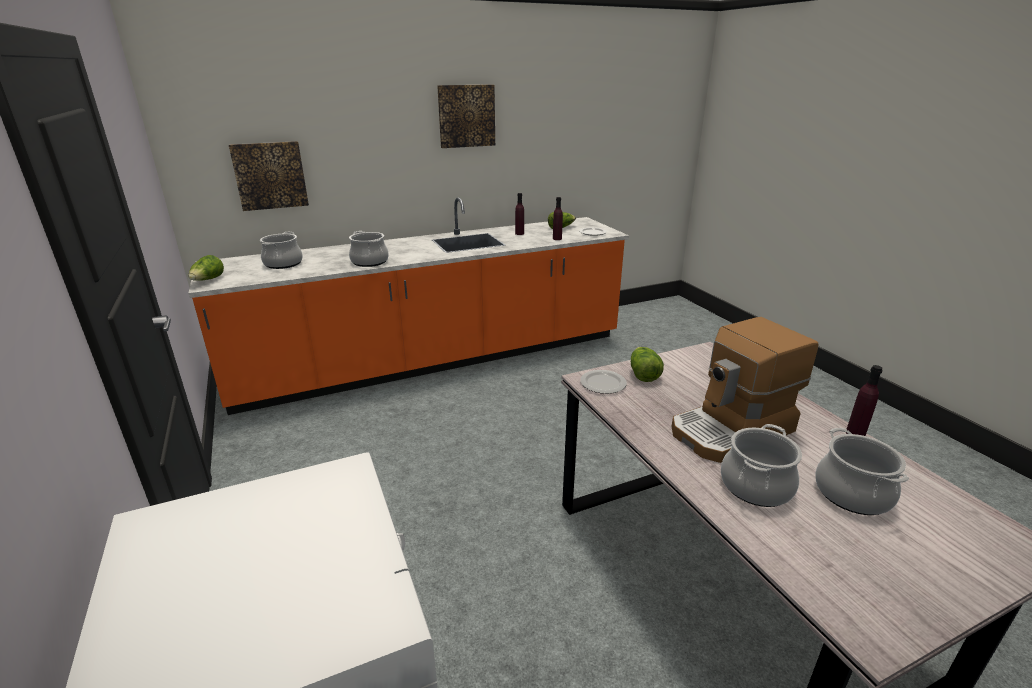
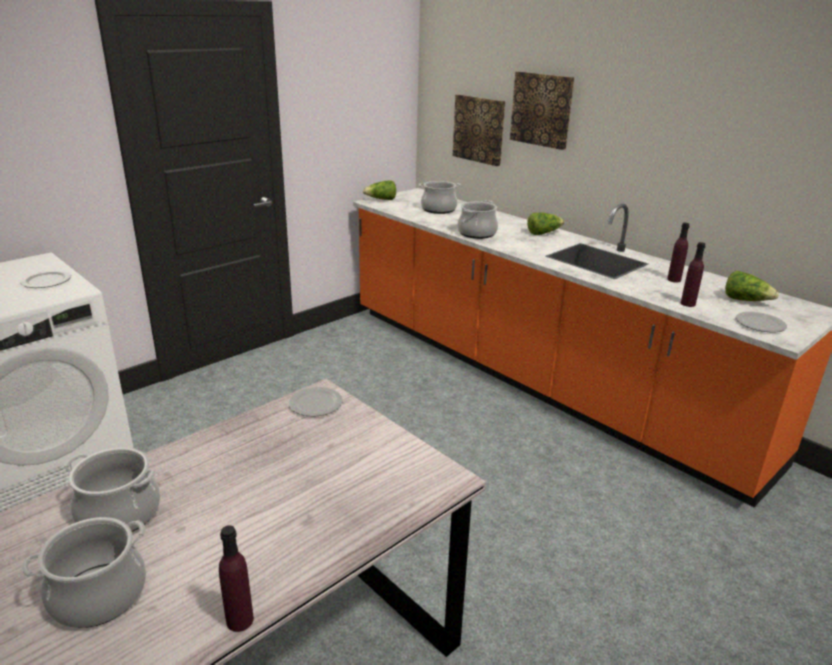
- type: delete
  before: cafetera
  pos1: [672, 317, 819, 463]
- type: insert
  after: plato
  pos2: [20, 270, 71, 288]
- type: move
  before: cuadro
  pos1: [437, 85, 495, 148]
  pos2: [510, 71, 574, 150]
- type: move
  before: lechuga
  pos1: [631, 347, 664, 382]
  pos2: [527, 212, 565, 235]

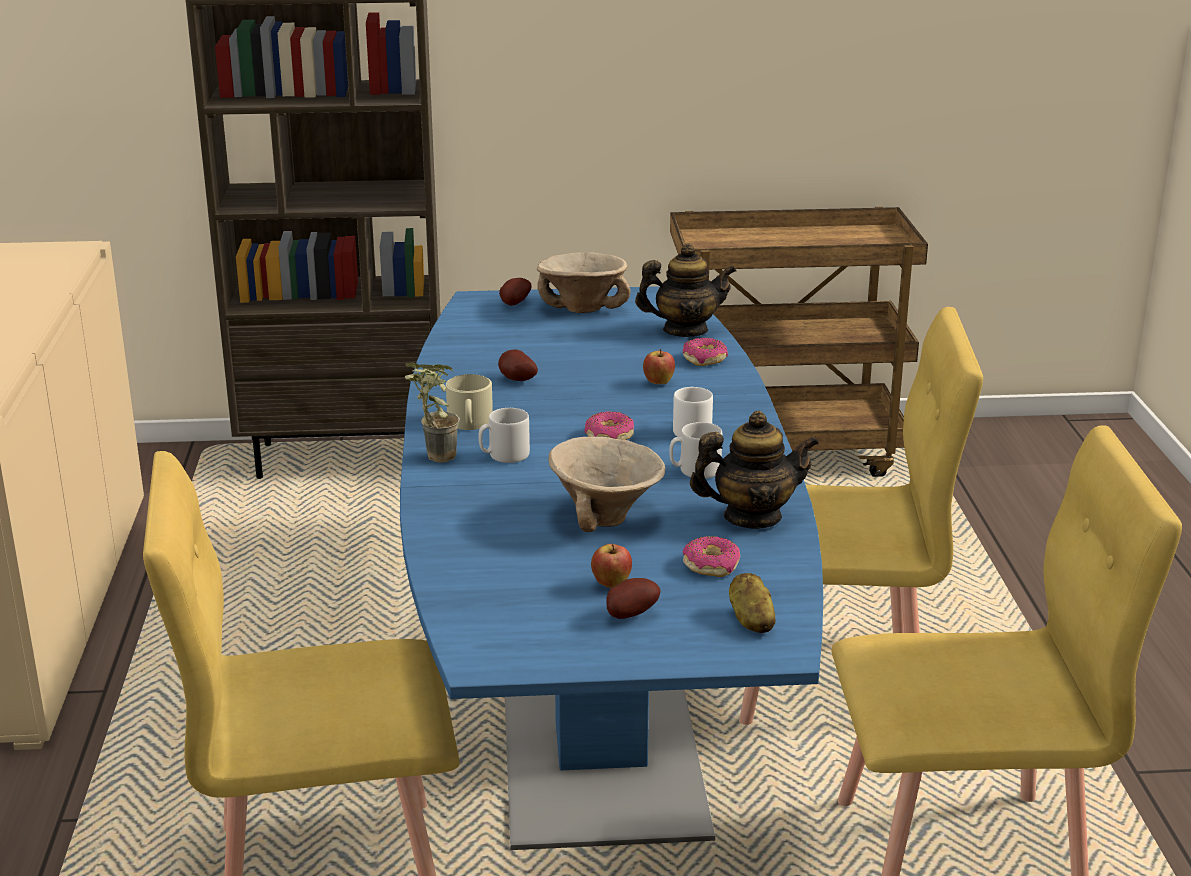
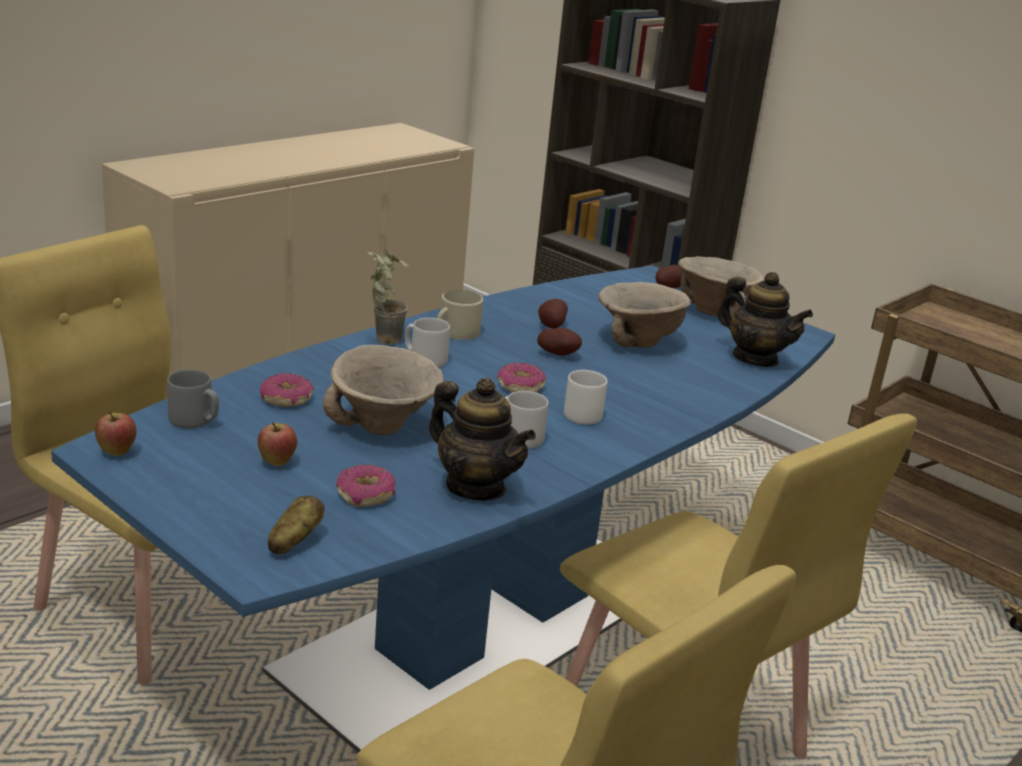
- type: insert
  after: taza grande (gris)
  pos2: [167, 369, 219, 428]
- type: insert
  after: cuenco (beis)
  pos2: [598, 282, 691, 348]
- type: move
  before: patata
  pos1: [606, 578, 660, 619]
  pos2: [537, 328, 582, 356]
- type: move
  before: manzana
  pos1: [643, 349, 675, 384]
  pos2: [95, 411, 136, 456]
- type: move
  before: rosquilla
  pos1: [683, 338, 728, 366]
  pos2: [260, 373, 314, 407]

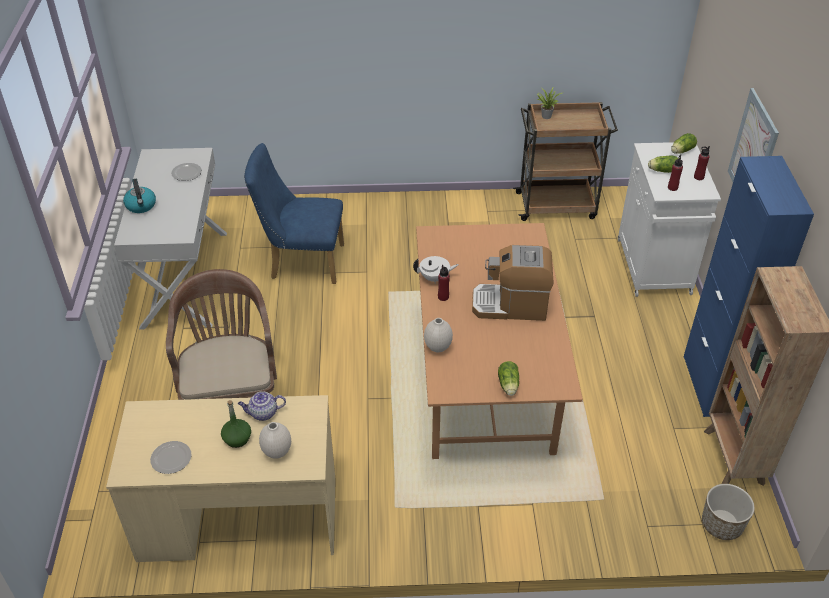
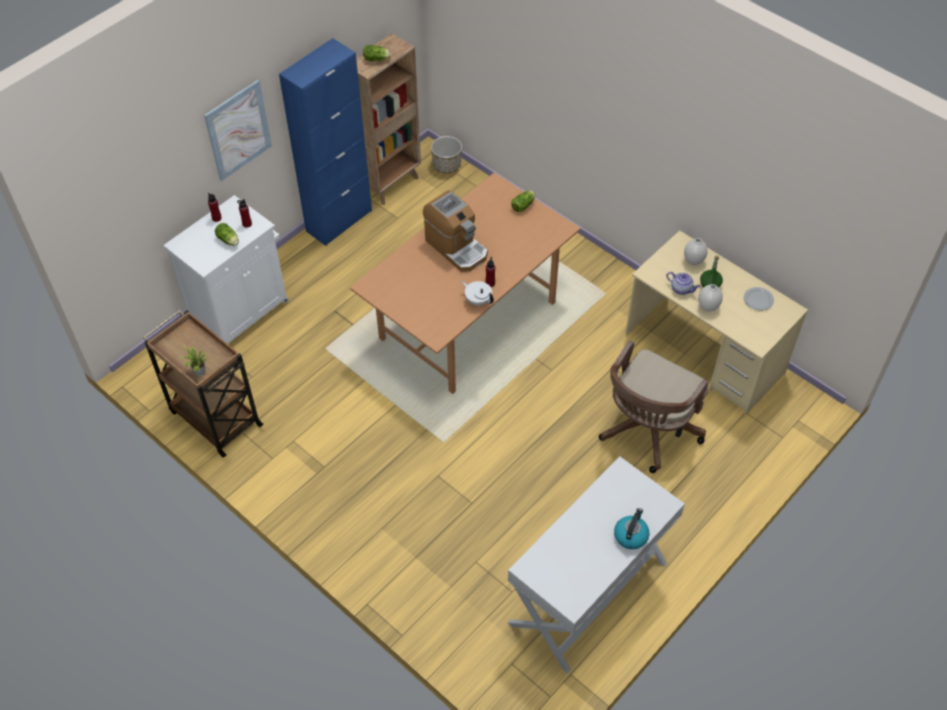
- type: delete
  before: plato
  pos1: [171, 163, 202, 181]
- type: delete
  before: silla (azul)
  pos1: [244, 143, 344, 284]
- type: move
  before: florero (blanco)
  pos1: [424, 318, 453, 352]
  pos2: [698, 284, 723, 311]
- type: move
  before: lechuga
  pos1: [671, 133, 697, 154]
  pos2: [363, 45, 391, 61]

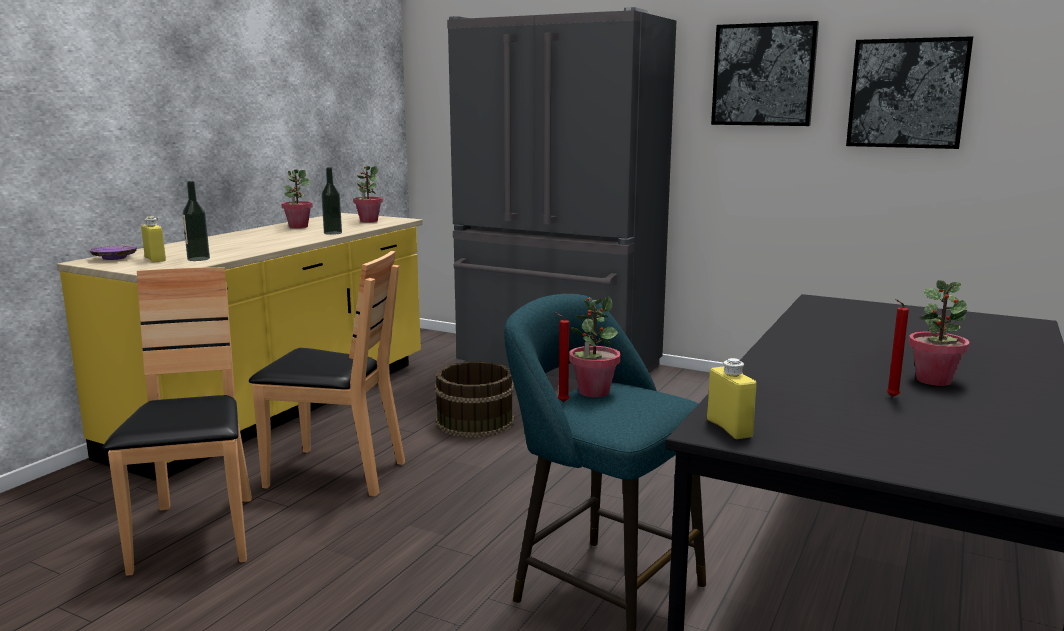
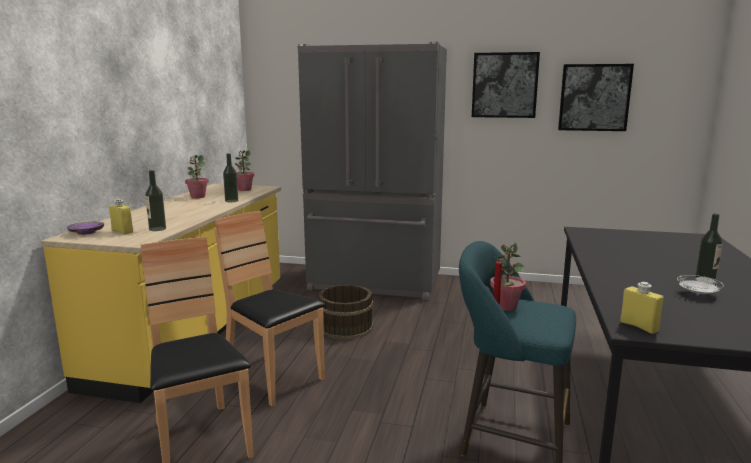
- type: replace
  before: vela (rojo)
  after: plato (blanco)
  pos1: [887, 299, 909, 397]
  pos2: [677, 275, 724, 294]
- type: replace
  before: planta en maceta
  after: botella
  pos1: [909, 280, 970, 386]
  pos2: [695, 214, 723, 283]
- type: rotate
  before: silla (marrón)
  pos1: [249, 251, 405, 497]
  pos2: [214, 211, 325, 406]
  turn: -135

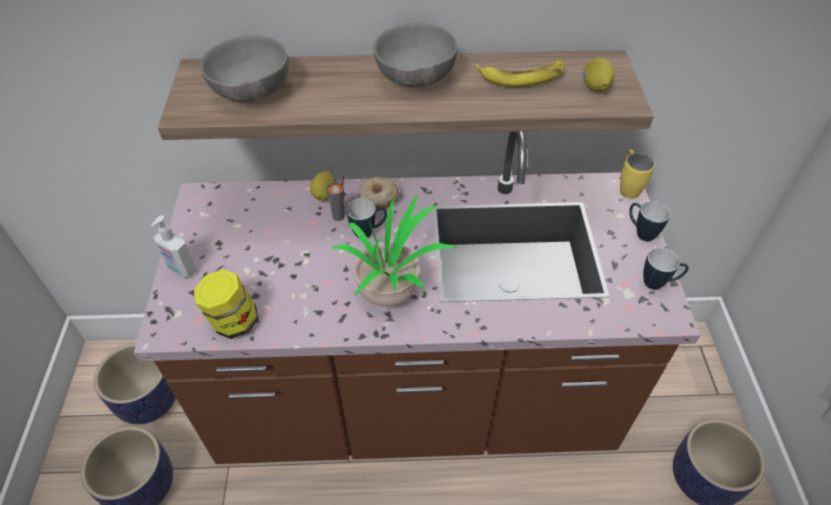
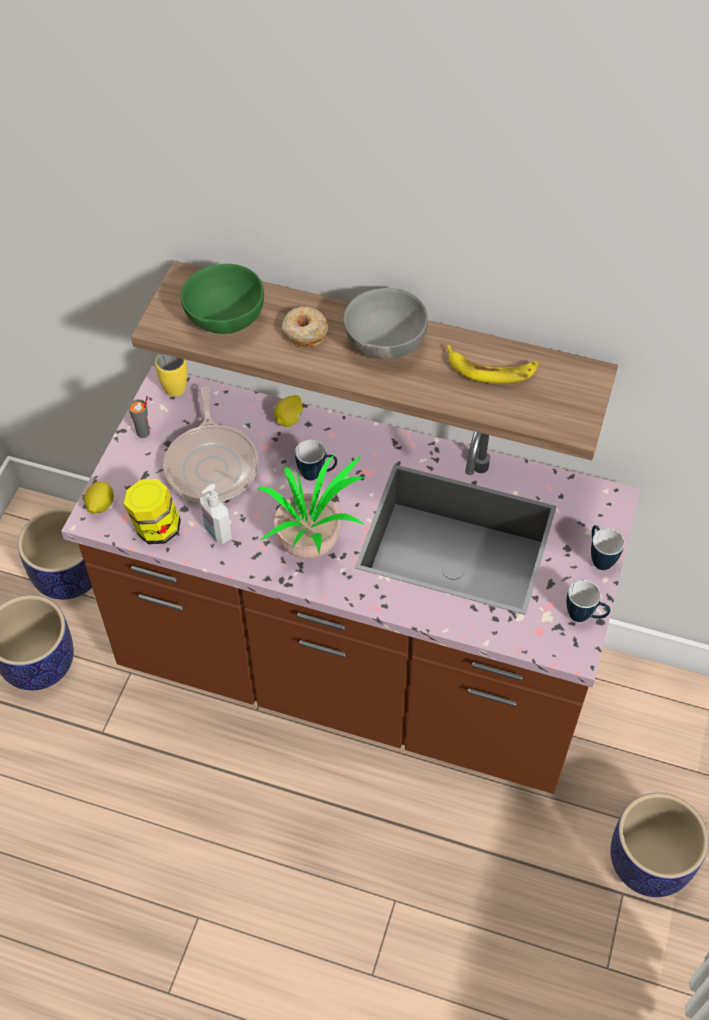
- type: insert
  after: sartén
  pos2: [163, 387, 258, 502]
- type: move
  before: dispensador de jabón
  pos1: [151, 215, 197, 278]
  pos2: [200, 484, 232, 545]
- type: move
  before: taza (gris)
  pos1: [326, 175, 345, 221]
  pos2: [128, 396, 150, 438]
- type: move
  before: rosquilla
  pos1: [359, 177, 399, 209]
  pos2: [282, 307, 329, 348]
- type: move
  before: limón
  pos1: [583, 57, 614, 92]
  pos2: [84, 481, 114, 514]
- type: move
  before: taza grande (amarillo)
  pos1: [620, 149, 655, 199]
  pos2: [155, 353, 188, 397]
- type: recolor
  before: cuenco (gris)
  after: cuenco (verde)
  pos1: [200, 36, 289, 103]
  pos2: [181, 264, 264, 334]

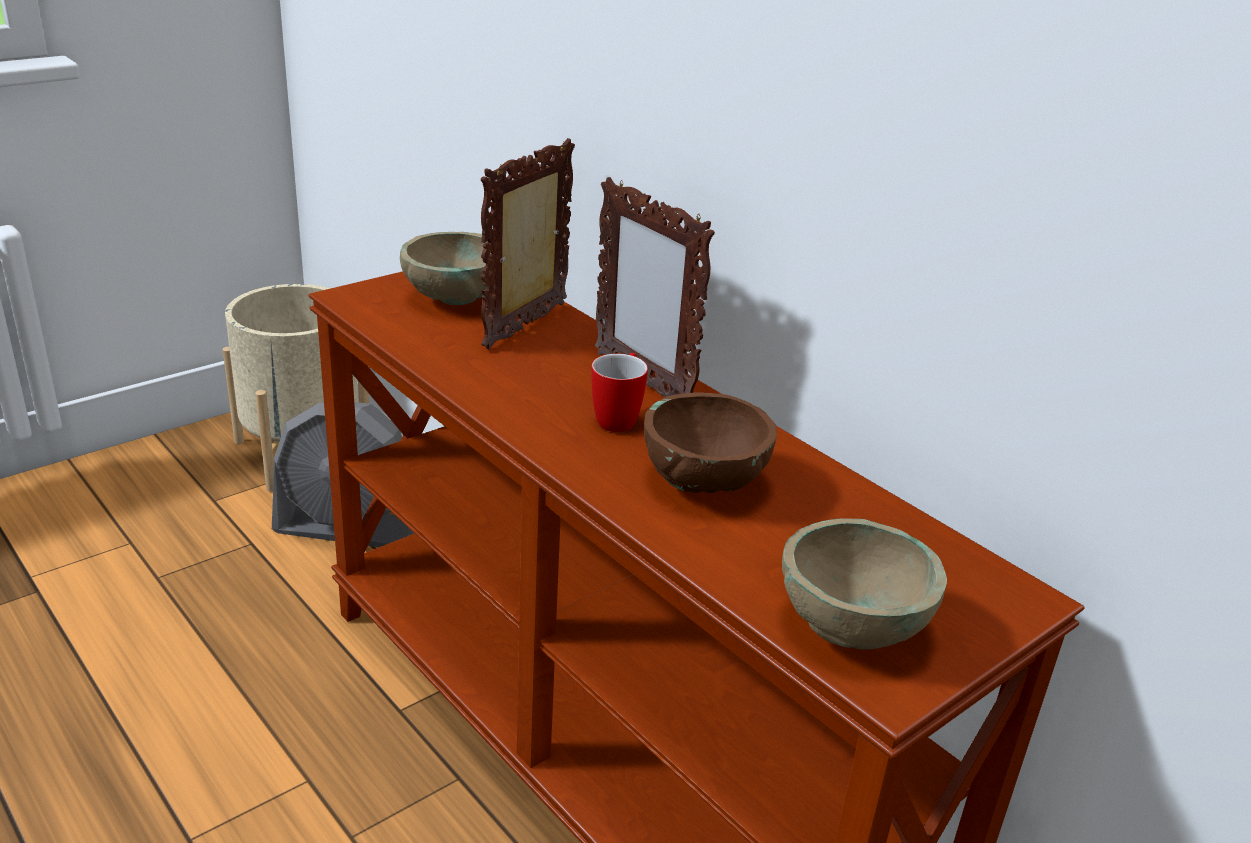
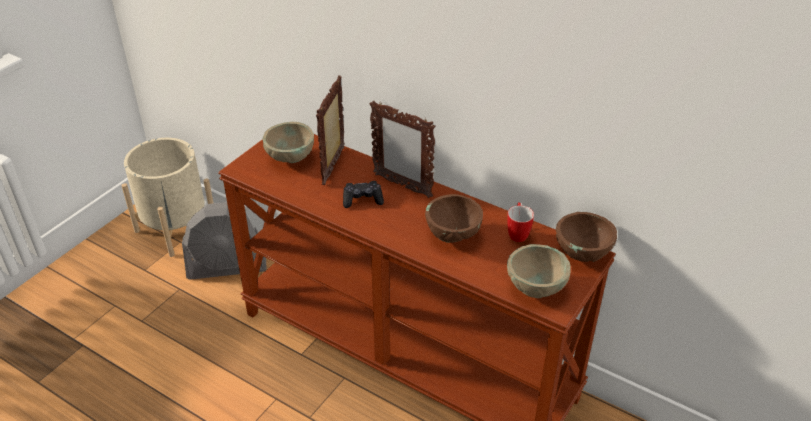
- type: insert
  after: mando de consola (negro)
  pos2: [343, 181, 384, 208]
- type: insert
  after: cuenco (marrón)
  pos2: [556, 212, 617, 262]
- type: move
  before: taza grande
  pos1: [591, 353, 648, 432]
  pos2: [507, 202, 534, 242]

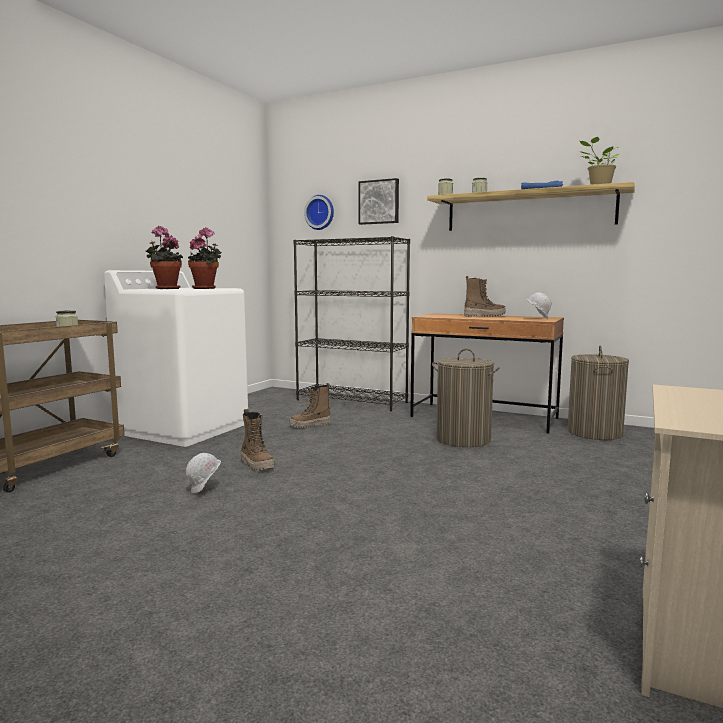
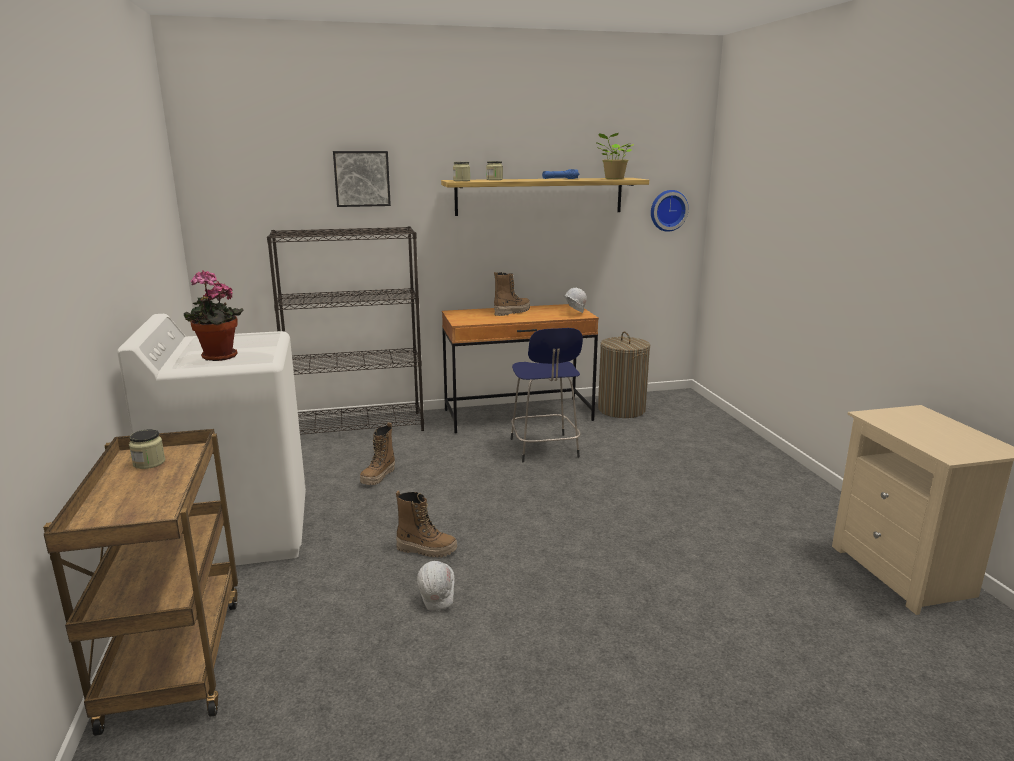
- type: delete
  before: planta en maceta
  pos1: [188, 227, 222, 289]
- type: move
  before: reloj de pared
  pos1: [304, 195, 334, 230]
  pos2: [651, 190, 689, 232]
- type: replace
  before: cesto de la ropa
  after: taburete (azul)
  pos1: [432, 349, 500, 447]
  pos2: [511, 328, 583, 462]

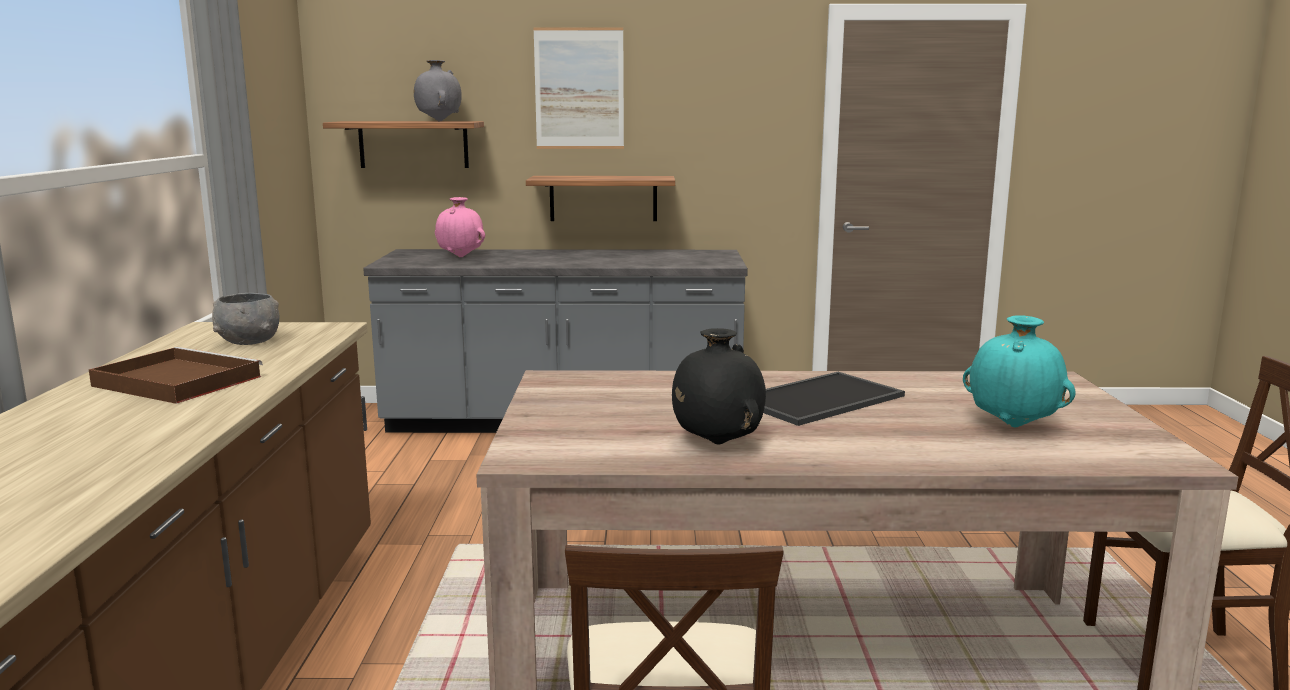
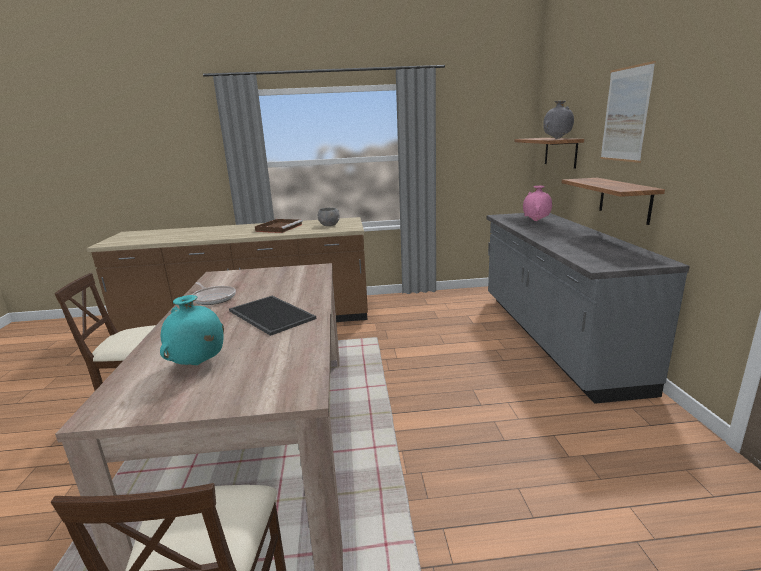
- type: replace
  before: florero (negro)
  after: sartén
  pos1: [672, 328, 766, 445]
  pos2: [192, 282, 236, 305]

